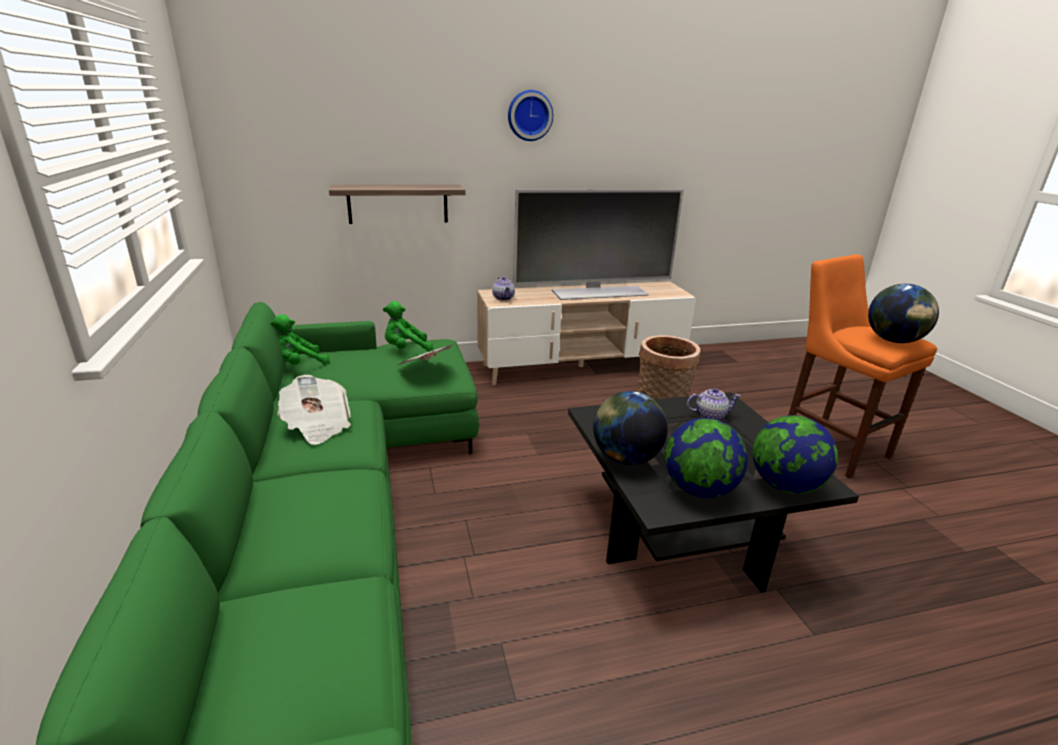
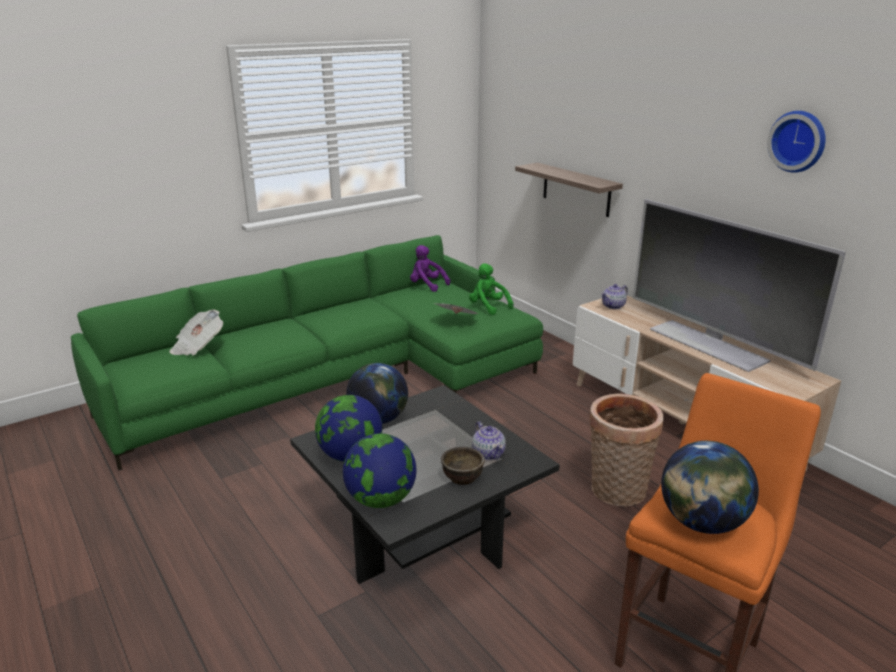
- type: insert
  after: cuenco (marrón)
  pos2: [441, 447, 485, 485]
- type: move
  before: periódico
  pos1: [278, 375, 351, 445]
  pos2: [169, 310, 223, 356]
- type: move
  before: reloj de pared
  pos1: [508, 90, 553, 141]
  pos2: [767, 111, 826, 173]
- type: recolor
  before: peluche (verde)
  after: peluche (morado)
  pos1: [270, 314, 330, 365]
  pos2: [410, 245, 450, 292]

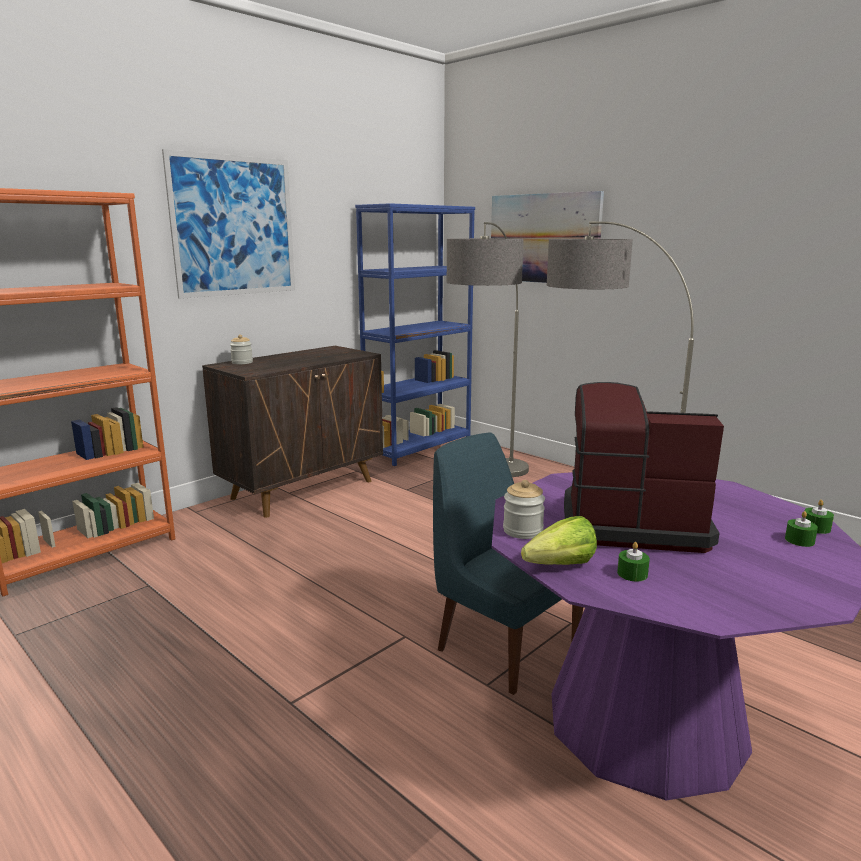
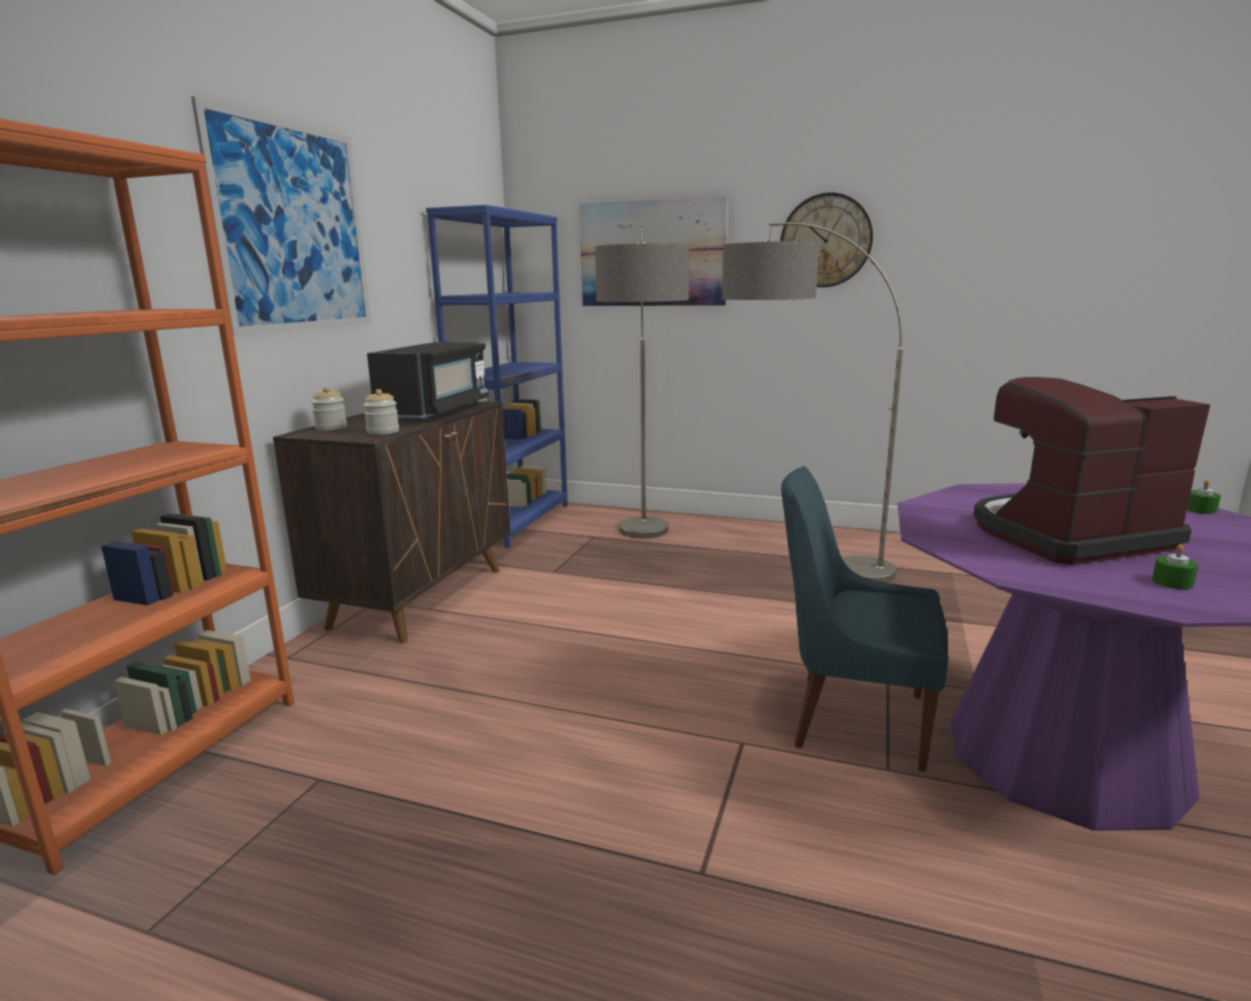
- type: delete
  before: lechuga
  pos1: [521, 516, 597, 565]
- type: delete
  before: vela (verde)
  pos1: [785, 511, 818, 547]
- type: insert
  after: microondas (negro)
  pos2: [367, 342, 489, 420]
- type: insert
  after: reloj de pared
  pos2: [780, 193, 873, 288]
- type: move
  before: tarro
  pos1: [503, 480, 545, 539]
  pos2: [363, 389, 399, 435]

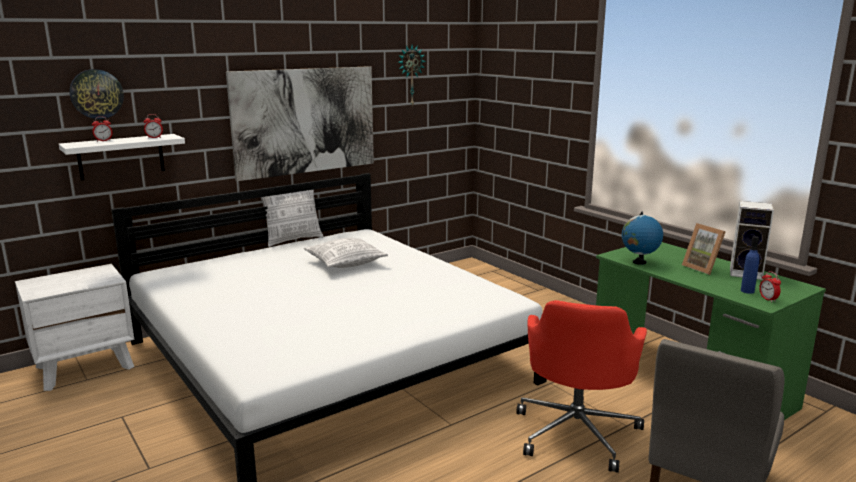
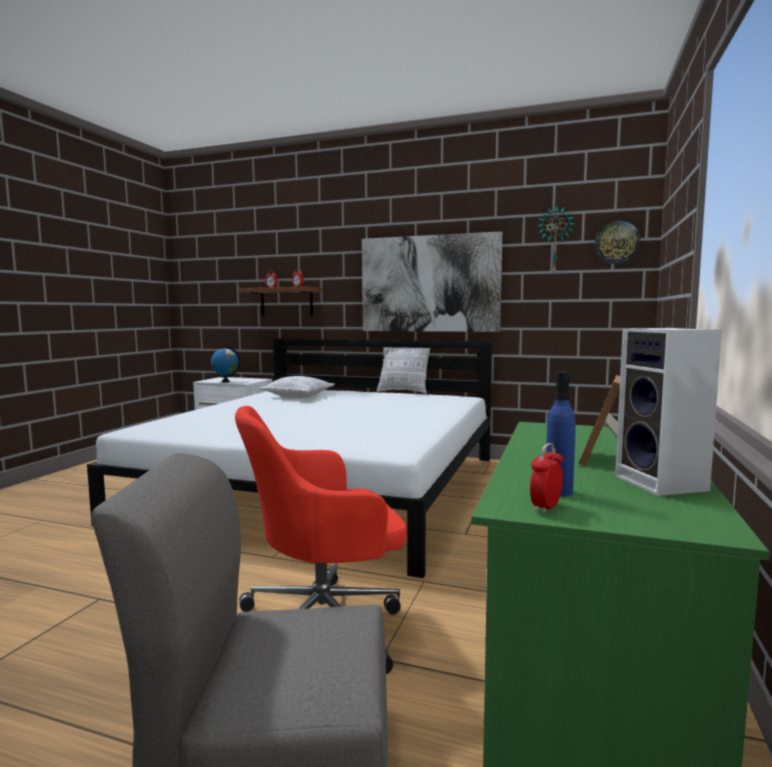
- type: move
  before: reloj de pared
  pos1: [70, 69, 124, 119]
  pos2: [595, 220, 640, 264]
- type: move
  before: cojín
  pos1: [304, 238, 388, 268]
  pos2: [259, 376, 335, 398]
- type: move
  before: globo terráqueo
  pos1: [622, 212, 663, 265]
  pos2: [211, 347, 240, 382]
- type: recolor
  before: estante (blanco)
  after: estante (marrón)
  pos1: [59, 134, 185, 180]
  pos2: [238, 287, 322, 316]

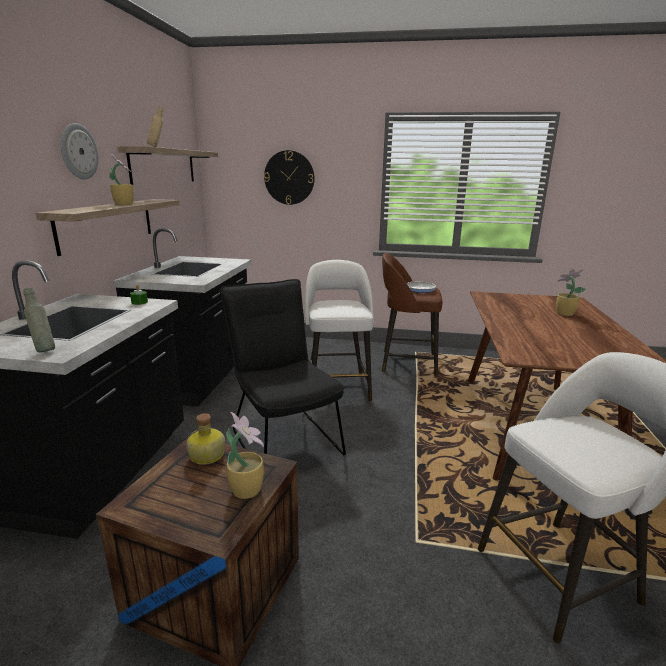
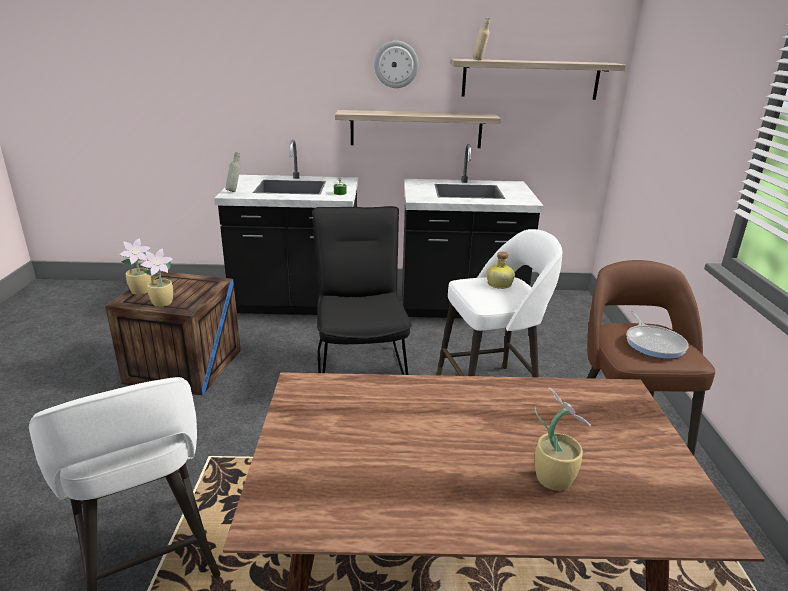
- type: delete
  before: reloj de pared
  pos1: [264, 150, 315, 205]
- type: move
  before: planta en maceta
  pos1: [109, 153, 134, 205]
  pos2: [119, 238, 151, 295]
- type: move
  before: botella
  pos1: [186, 413, 225, 465]
  pos2: [487, 251, 515, 289]
- type: rotate
  before: silla (negro)
  pos1: [220, 279, 346, 455]
  pos2: [312, 206, 411, 375]
  turn: -60

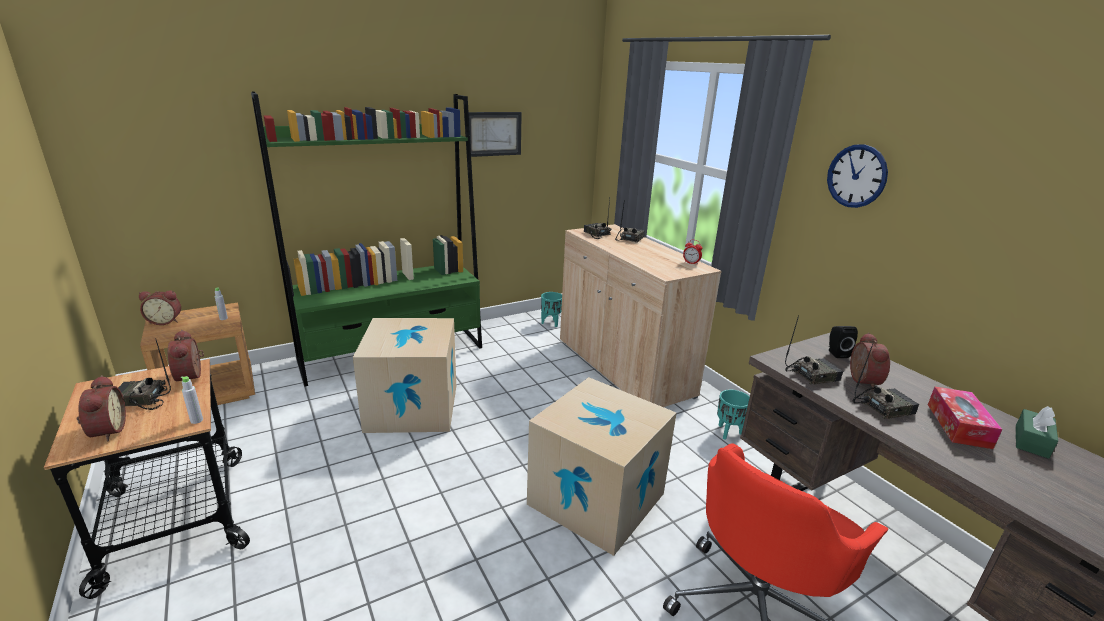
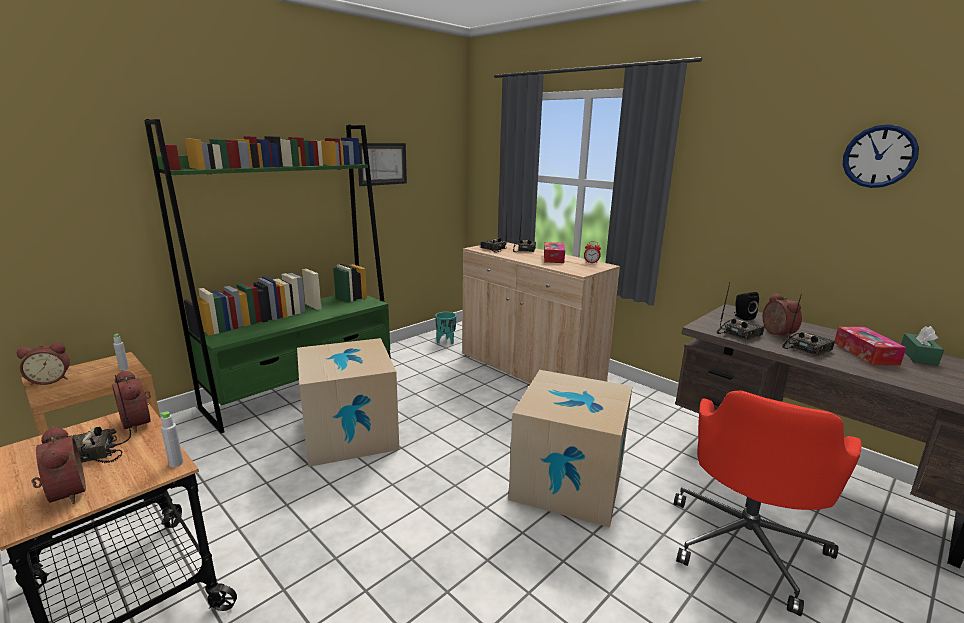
- type: delete
  before: maceta (turquesa)
  pos1: [717, 390, 750, 440]
- type: insert
  after: caja de pañuelos
  pos2: [544, 242, 565, 263]
- type: move
  before: reloj de pared
  pos1: [827, 144, 888, 208]
  pos2: [843, 124, 919, 188]

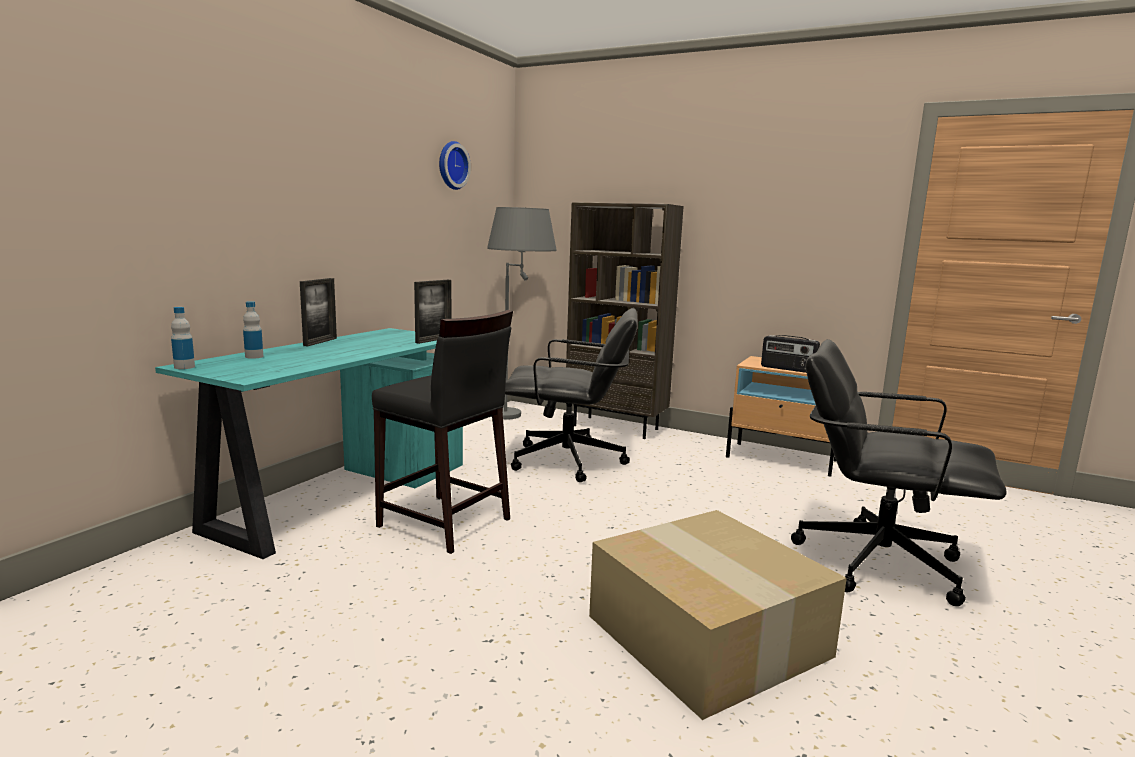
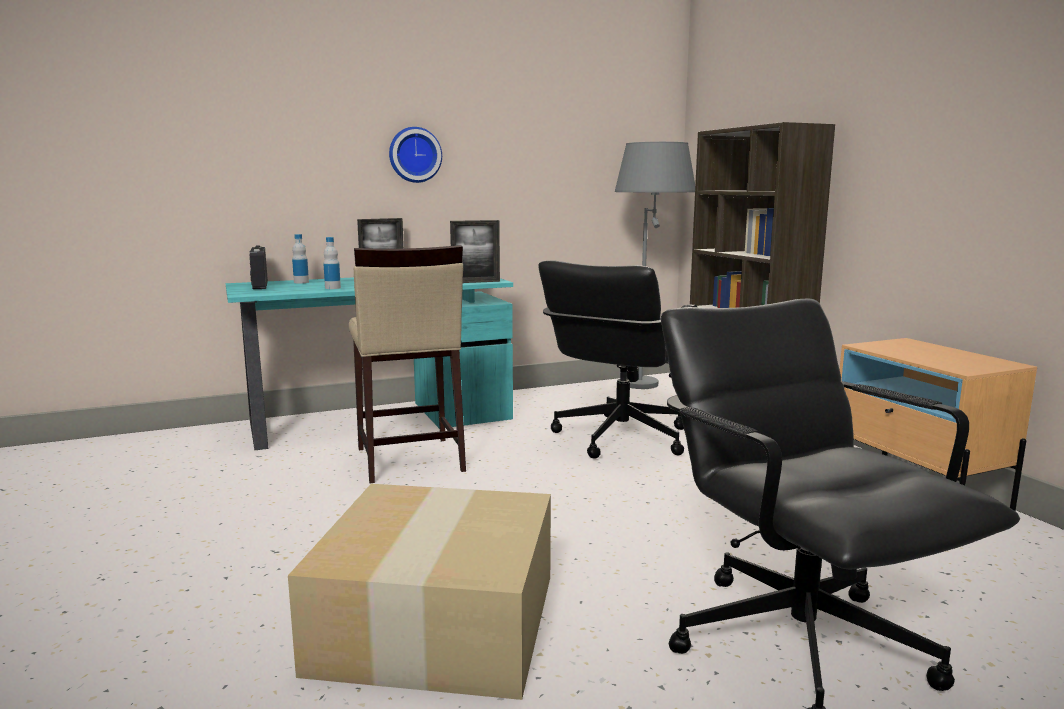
- type: move
  before: botella
  pos1: [171, 307, 195, 369]
  pos2: [323, 237, 341, 289]
- type: move
  before: reloj de pared
  pos1: [439, 141, 471, 190]
  pos2: [389, 127, 442, 183]
- type: move
  before: radio
  pos1: [761, 335, 820, 373]
  pos2: [249, 245, 268, 289]
- type: recolor
  before: taburete (negro)
  after: taburete (beis)
  pos1: [372, 310, 513, 554]
  pos2: [349, 245, 466, 483]
- type: rotate
  before: silla de oficina (negro)
  pos1: [505, 308, 638, 482]
  pos2: [538, 261, 697, 459]
  turn: 75

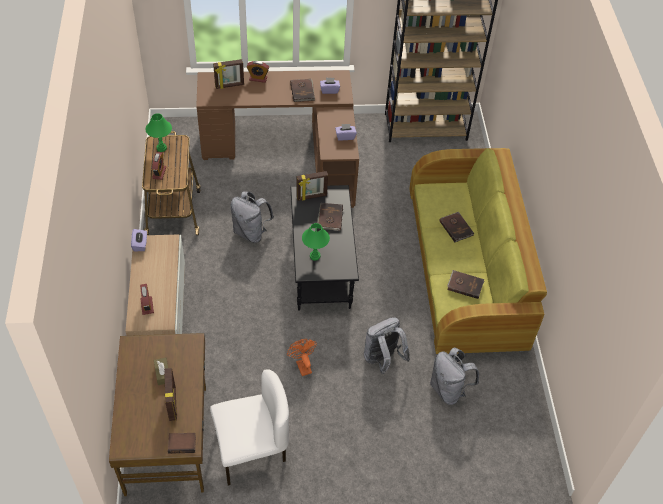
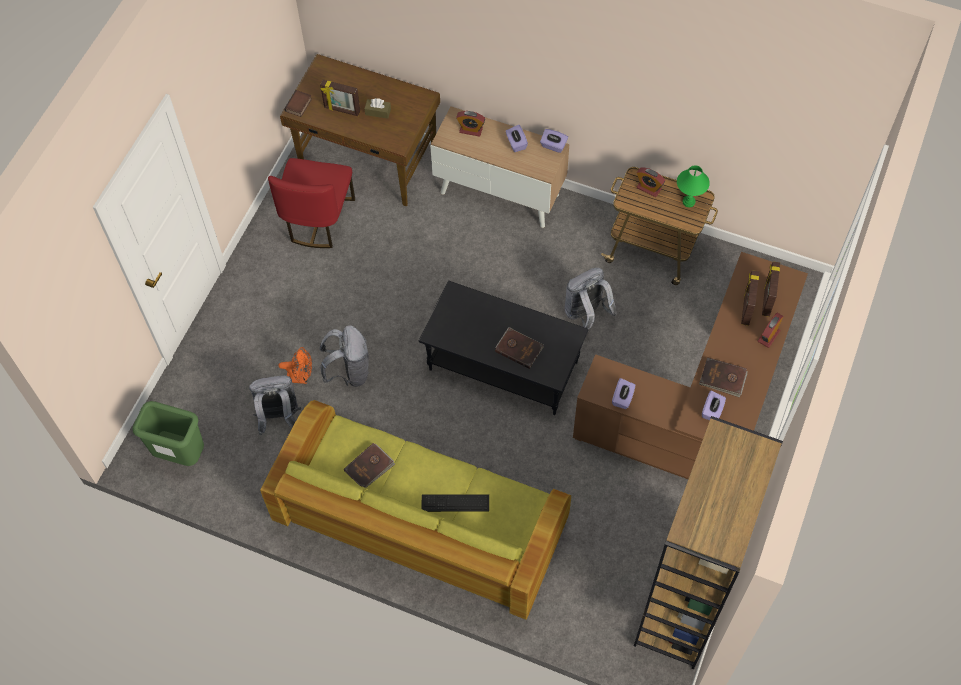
- type: delete
  before: lámpara de mesa (verde)
  pos1: [302, 223, 330, 261]
- type: insert
  after: papelera (verde)
  pos2: [133, 401, 204, 466]
- type: insert
  after: caja de pañuelos (morado)
  pos2: [506, 125, 528, 152]
- type: move
  before: ventilador (naranja)
  pos1: [287, 339, 317, 376]
  pos2: [278, 347, 312, 384]
- type: move
  before: portarretratos
  pos1: [296, 171, 328, 201]
  pos2: [741, 270, 759, 326]
- type: replace
  before: libro (marrón)
  after: teclado
  pos1: [439, 212, 474, 242]
  pos2: [421, 494, 489, 512]
- type: recolor
  before: silla (blanco)
  after: silla (rojo)
  pos1: [210, 369, 289, 486]
  pos2: [268, 158, 355, 248]

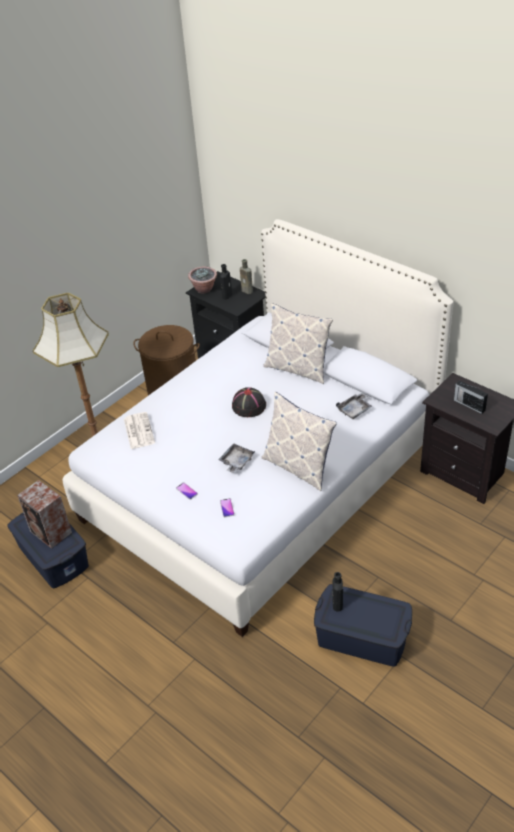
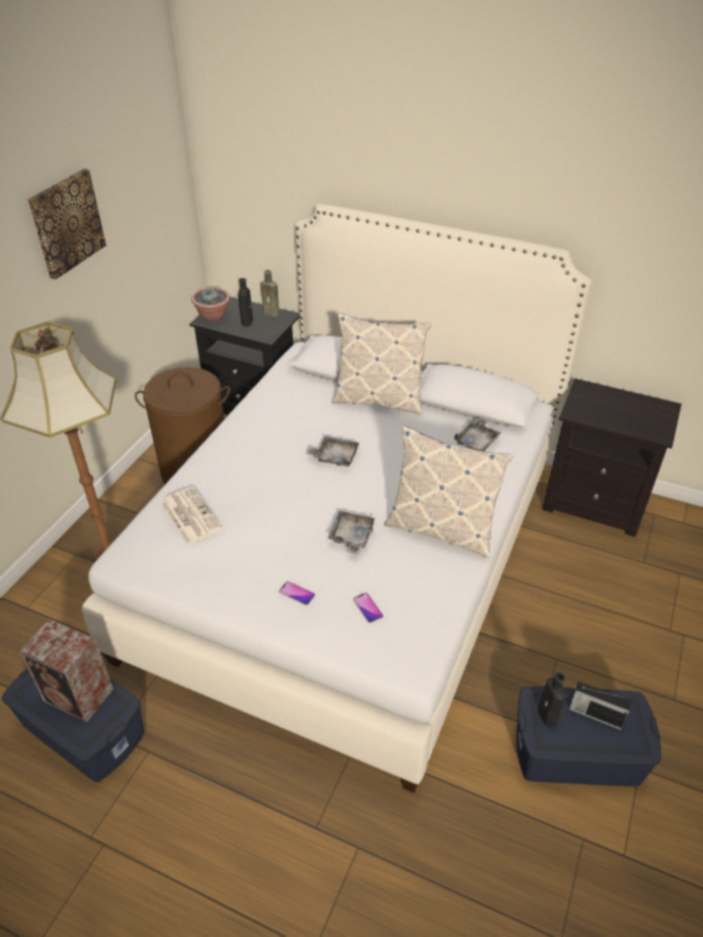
- type: insert
  after: cuadro
  pos2: [27, 169, 106, 280]
- type: move
  before: radio
  pos1: [454, 380, 488, 414]
  pos2: [569, 681, 632, 730]
- type: replace
  before: sombrero (negro)
  after: bandeja (gris)
  pos1: [232, 387, 266, 417]
  pos2: [306, 436, 359, 467]

